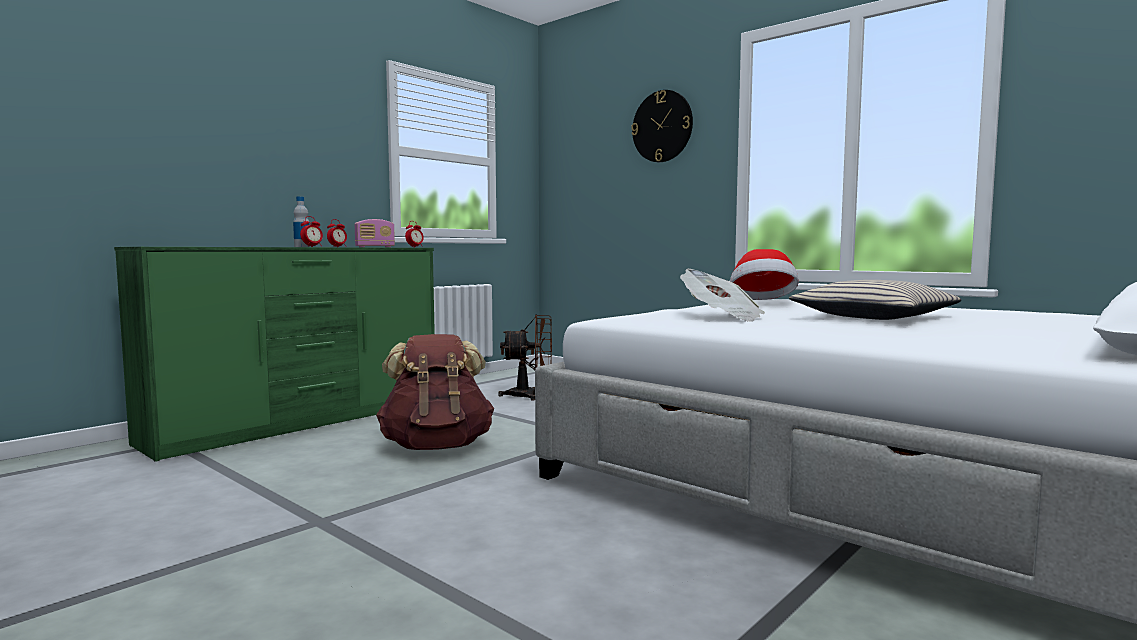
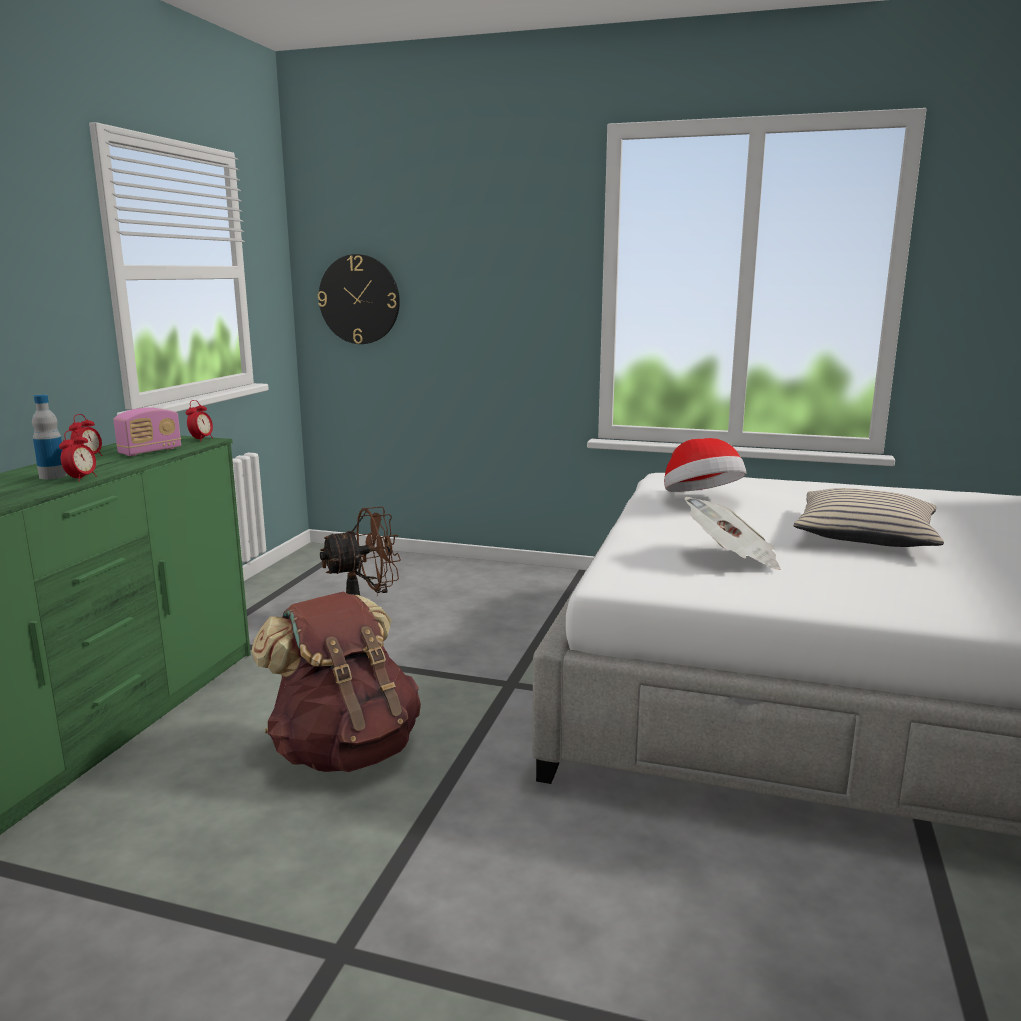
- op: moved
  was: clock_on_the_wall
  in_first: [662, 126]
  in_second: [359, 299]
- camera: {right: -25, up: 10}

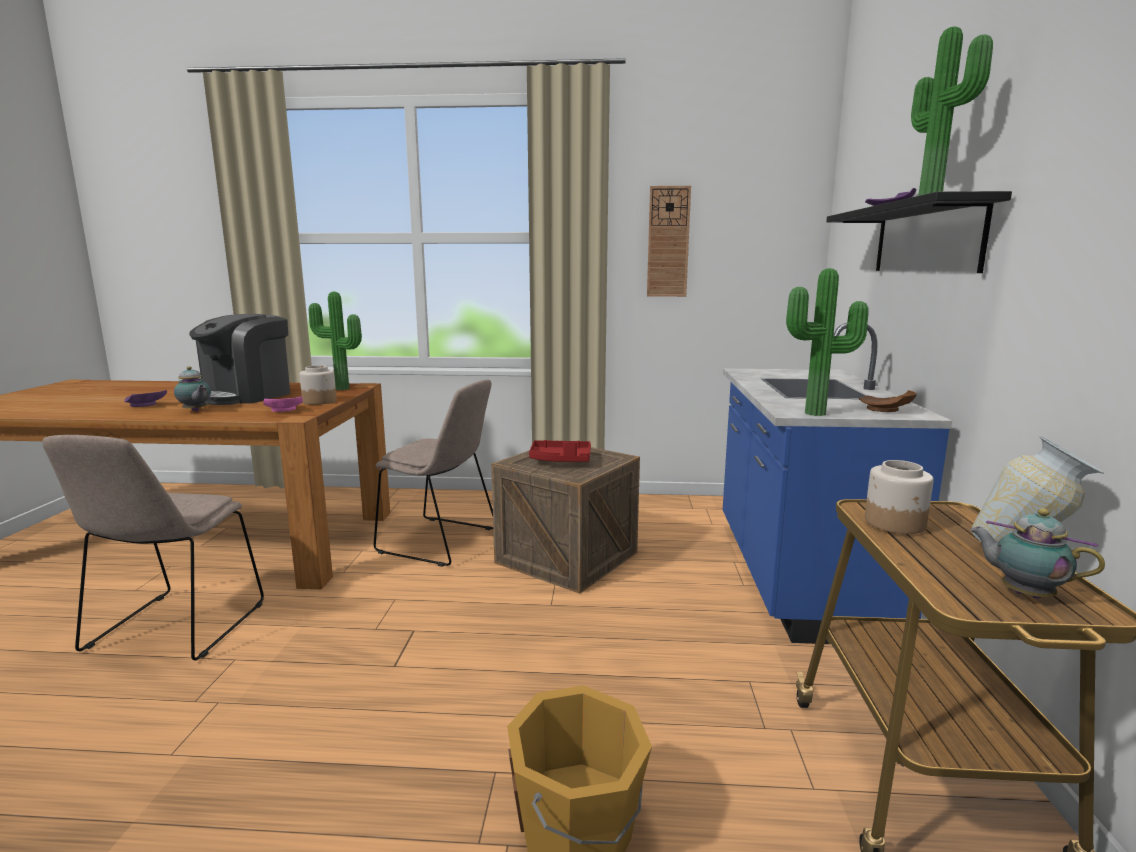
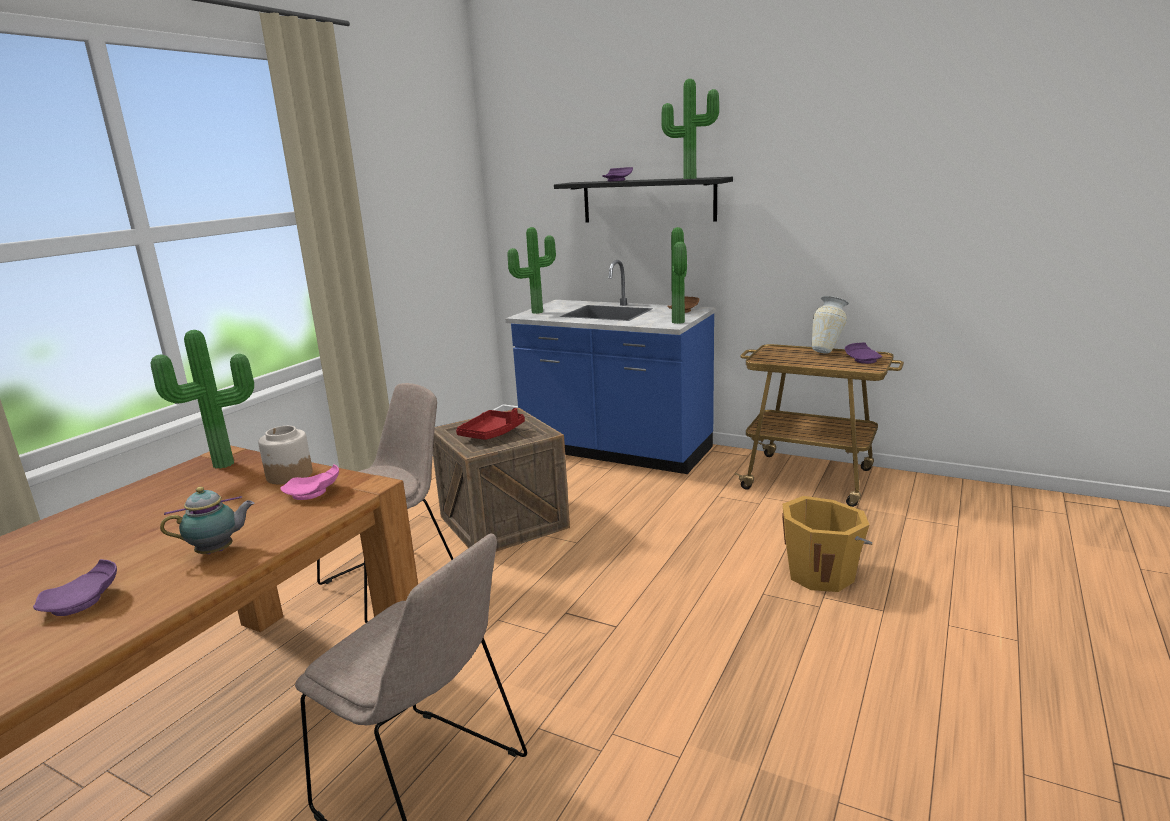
- op: removed
  was: coffee_maker
  in_first: [239, 359]
- op: removed
  was: clock_on_the_wall
  in_first: [669, 241]
- op: removed
  was: storage_jar
  in_first: [899, 497]
- op: replaced
  was: pot_for_tea
  now: purple_flat_dish
  in_first: [1037, 553]
  in_second: [864, 353]
- op: added
  now: potted_plant
  in_second: [532, 270]
- camera: {right: -65, up: 5}

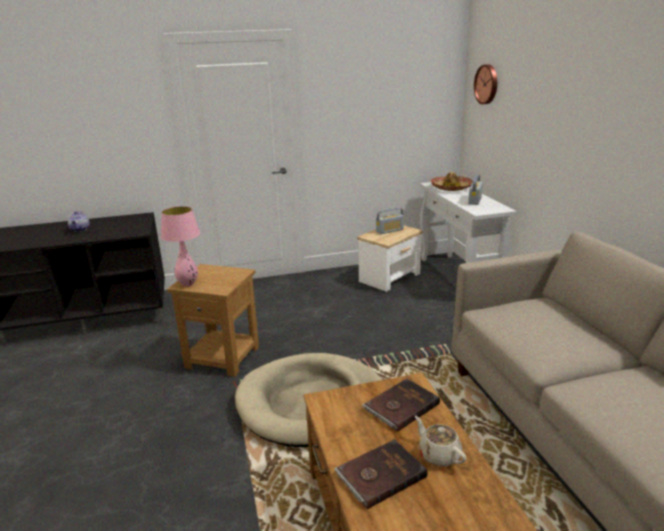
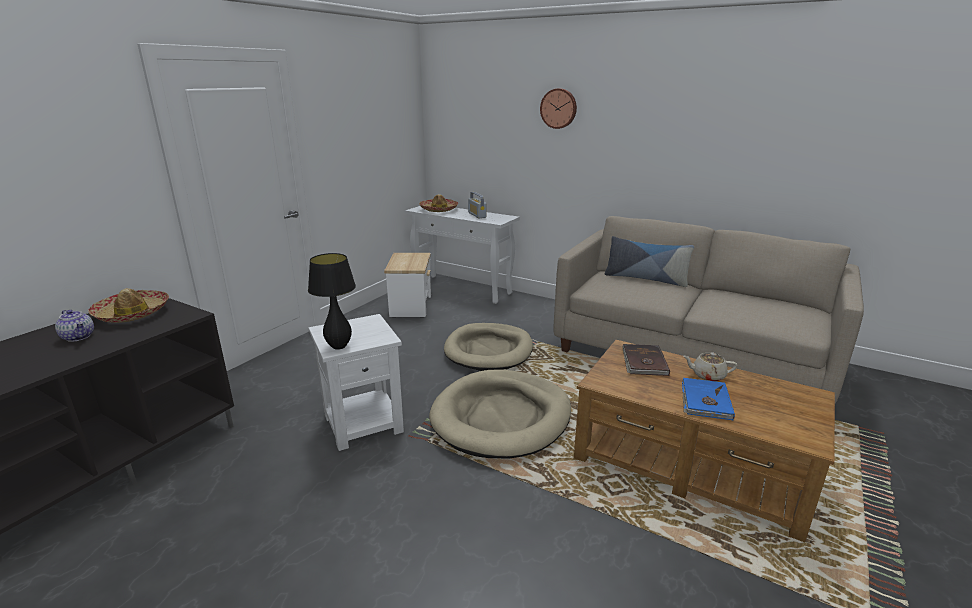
- op: recoloured
  was: pink-coloured_tabletop_lamp
  now: black-coloured_tabletop_lamp
  in_first: [180, 246]
  in_second: [332, 301]
- op: recoloured
  was: brownish_accent_table
  now: whitish_accent_table
  in_first: [213, 320]
  in_second: [356, 382]
- op: recoloured
  was: brownish_book
  now: bluish_book
  in_first: [381, 474]
  in_second: [708, 399]
- op: removed
  was: radio_receiver
  in_first: [390, 221]
- op: moved
  was: clock_on_the_wall
  in_first: [485, 84]
  in_second: [558, 108]
- op: added
  now: wearable_hat
  in_second: [128, 305]
- op: added
  now: sand-coloured_dog_cushion
  in_second: [488, 347]
- op: added
  now: cushion
  in_second: [649, 261]
- camera: {right: -45, up: 0}

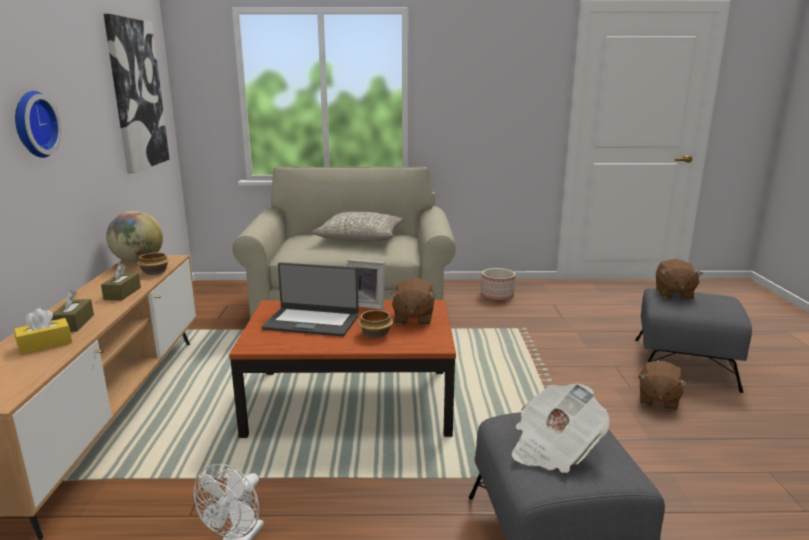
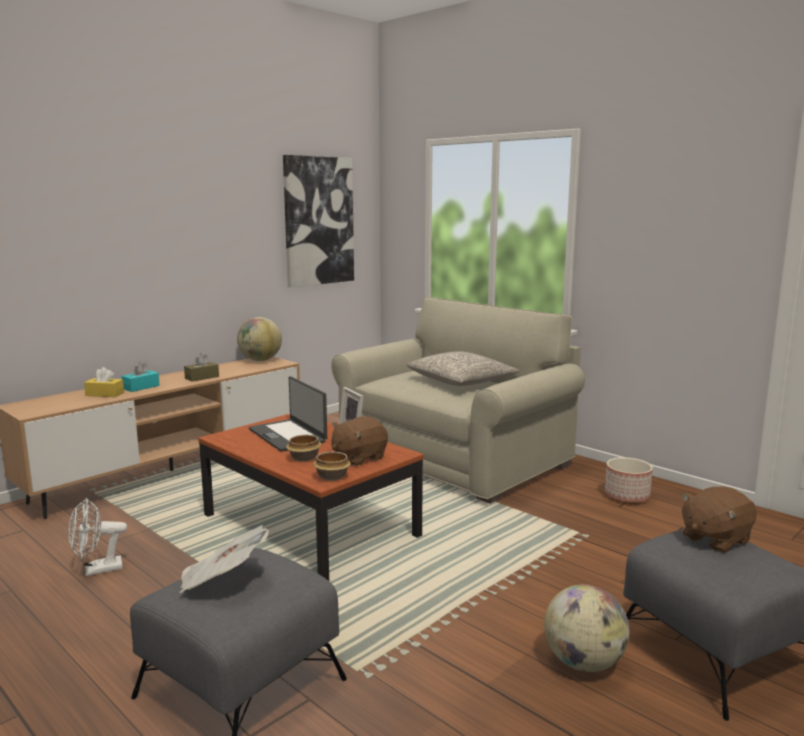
- op: removed
  was: clock_on_the_wall
  in_first: [38, 124]
- op: recoloured
  was: brownish_tissue_box
  now: turquoise-coloured_tissue_box
  in_first: [72, 311]
  in_second: [141, 377]
- op: moved
  was: bowl
  in_first: [153, 263]
  in_second: [332, 466]
- op: replaced
  was: brownish_plush_toy
  now: desk_globe
  in_first: [663, 386]
  in_second: [586, 628]
- camera: {right: 45, up: -5}

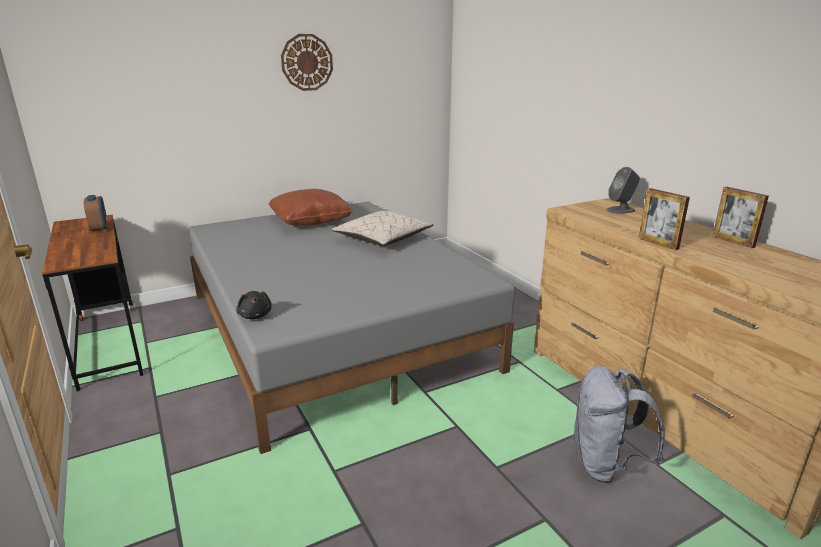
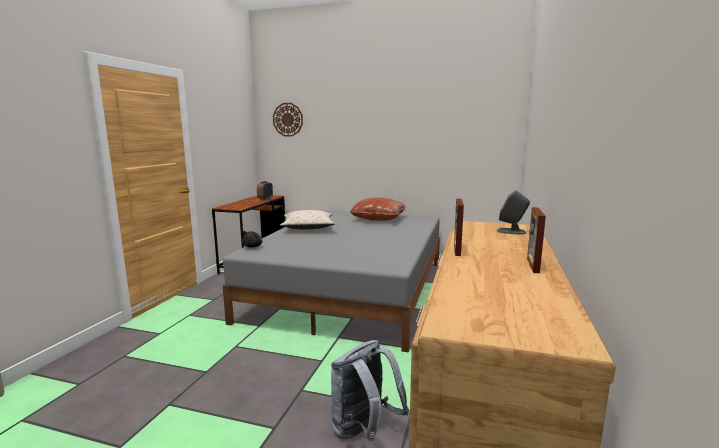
- op: moved
  was: clock_on_the_wall
  in_first: [307, 62]
  in_second: [288, 119]
- op: moved
  was: sand-coloured_cushion
  in_first: [382, 228]
  in_second: [307, 219]
- camera: {right: 45, up: -10}

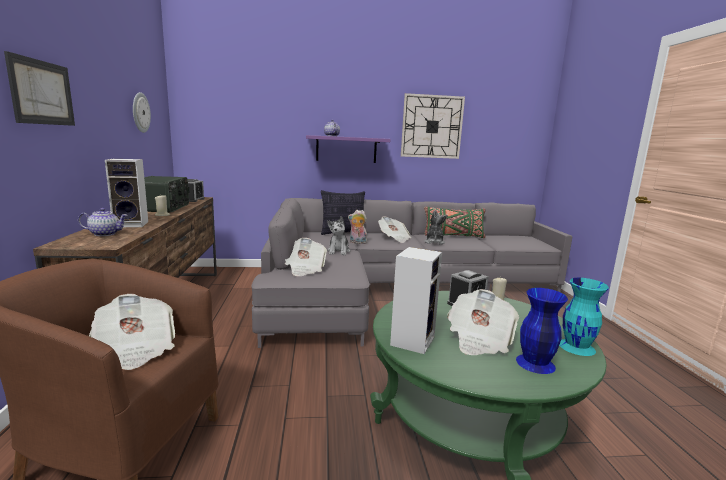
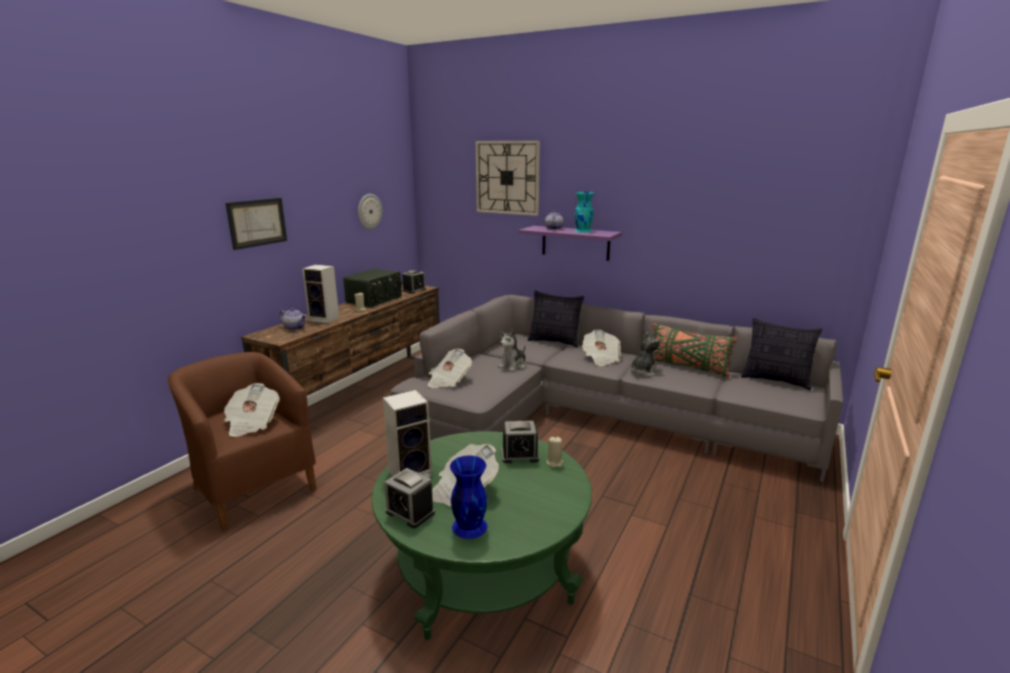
- op: removed
  was: plush_toy
  in_first: [357, 227]
- op: moved
  was: clock_on_the_wall
  in_first: [433, 126]
  in_second: [508, 178]
- op: moved
  was: turquoise-coloured_decorative_vase
  in_first: [584, 317]
  in_second: [584, 212]
- op: added
  now: alarm_clock
  in_second: [409, 498]
- op: added
  now: cushion
  in_second: [781, 354]
- camera: {right: 35, up: 5}

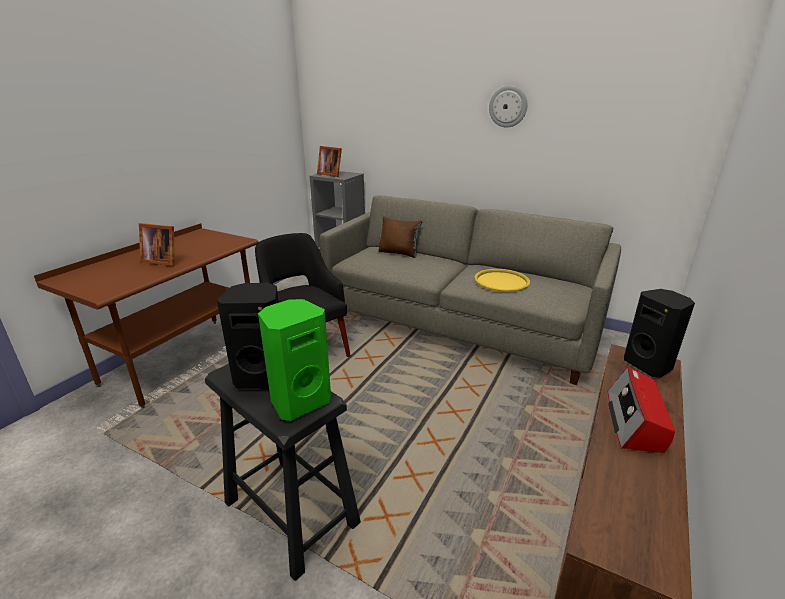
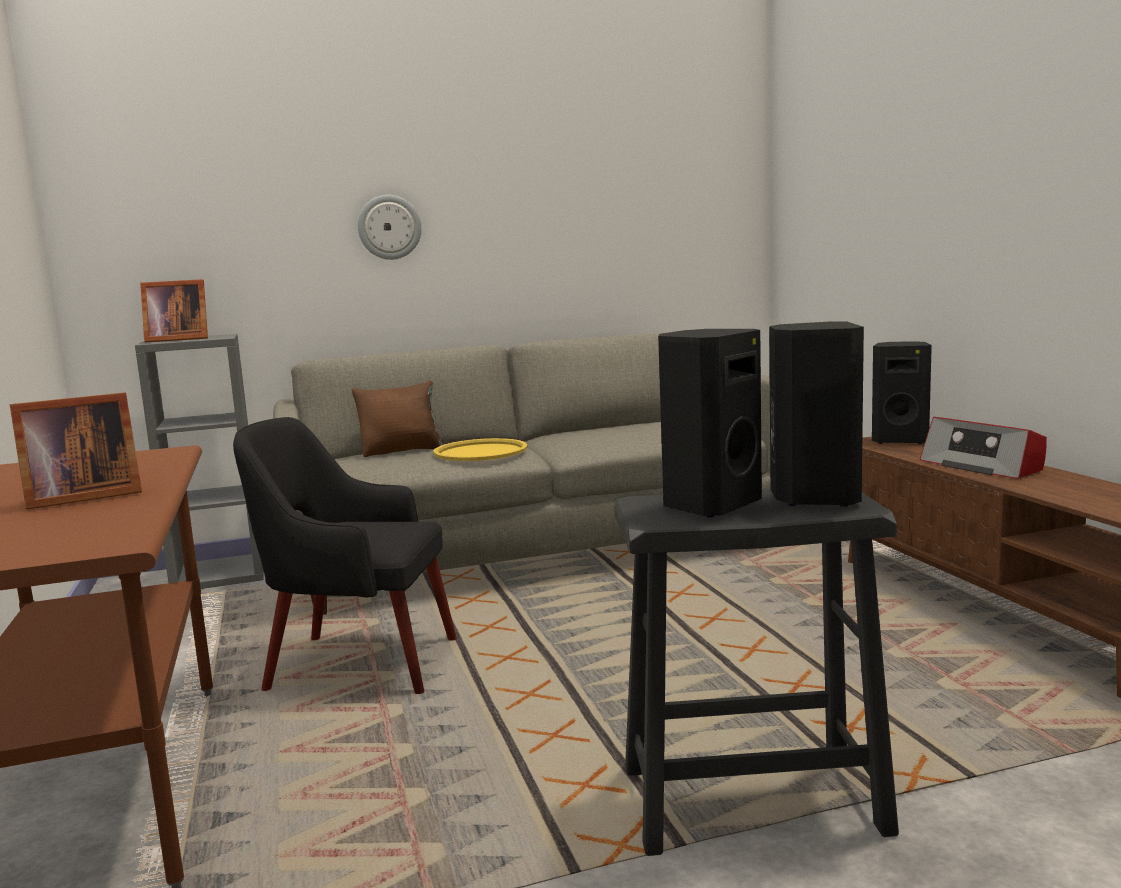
- op: recoloured
  was: green_audio_speaker
  now: black-coloured_audio_speaker
  in_first: [294, 360]
  in_second: [816, 414]
- op: moved
  was: yellowish_tray
  in_first: [502, 280]
  in_second: [480, 449]
- op: moved
  was: clock_on_the_wall
  in_first: [508, 106]
  in_second: [390, 227]
- camera: {right: -45, up: -15}

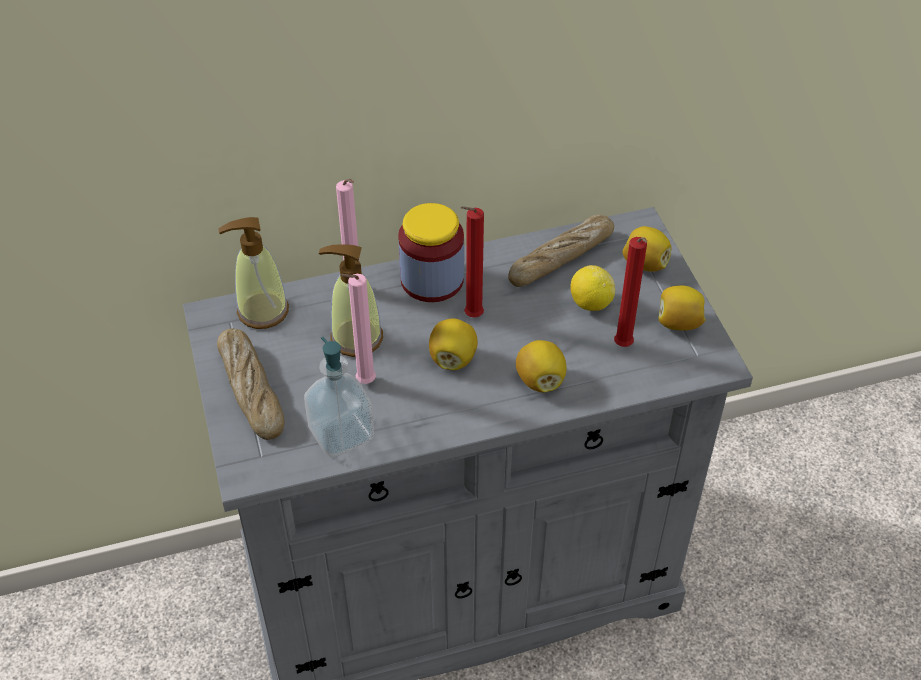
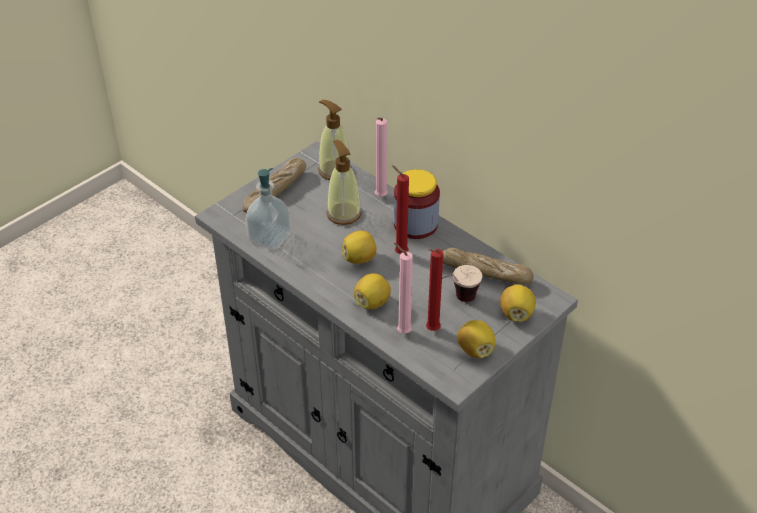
- op: moved
  was: pink-coloured_candle
  in_first: [358, 329]
  in_second: [403, 288]
- op: replaced
  was: lemon
  now: small_cup
  in_first: [592, 288]
  in_second: [462, 283]
- camera: {right: 60, up: -5}

